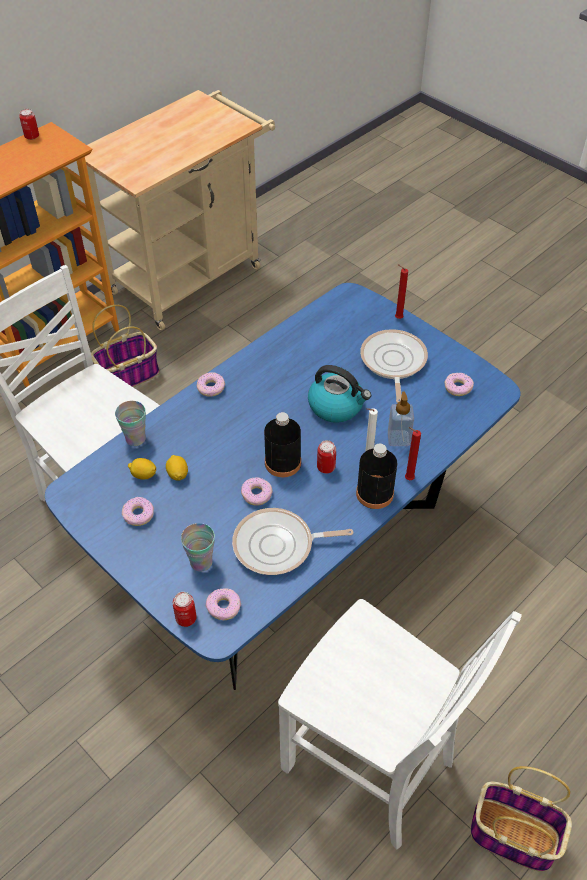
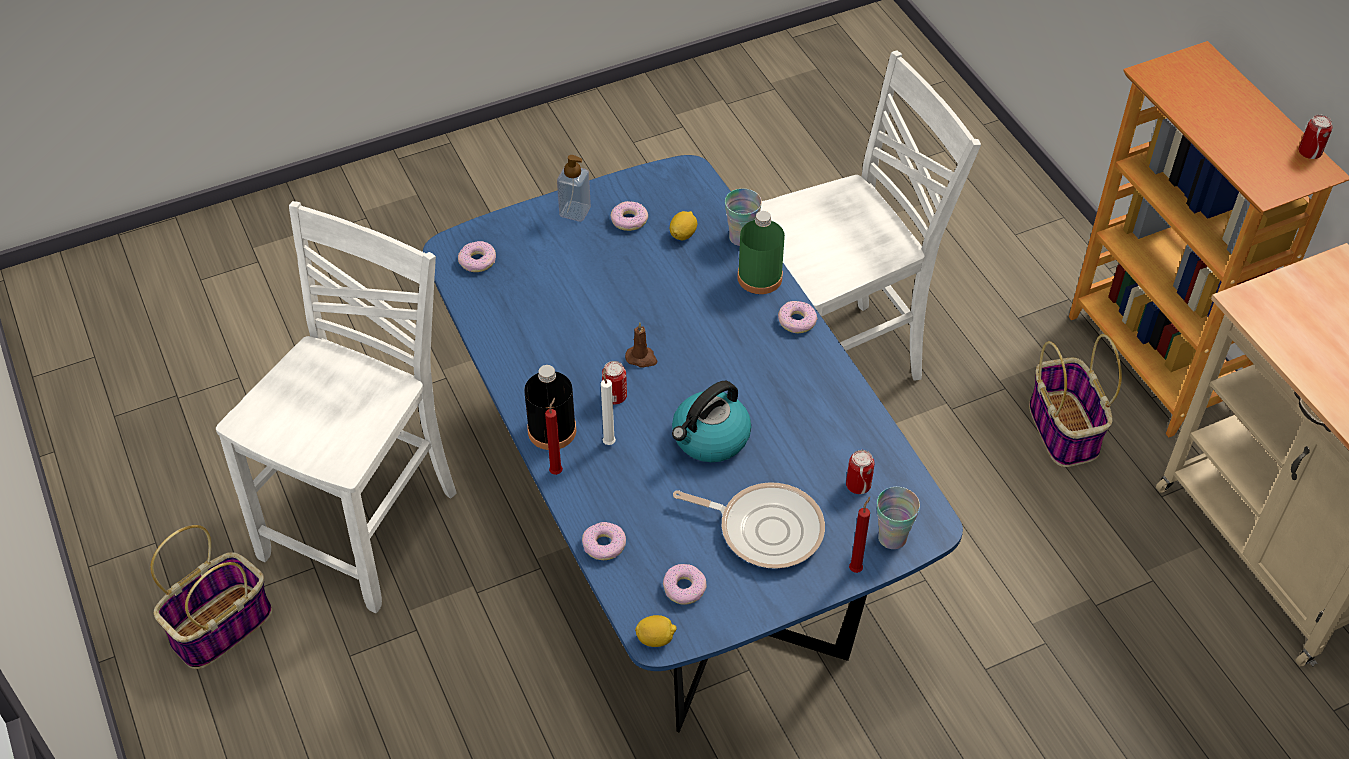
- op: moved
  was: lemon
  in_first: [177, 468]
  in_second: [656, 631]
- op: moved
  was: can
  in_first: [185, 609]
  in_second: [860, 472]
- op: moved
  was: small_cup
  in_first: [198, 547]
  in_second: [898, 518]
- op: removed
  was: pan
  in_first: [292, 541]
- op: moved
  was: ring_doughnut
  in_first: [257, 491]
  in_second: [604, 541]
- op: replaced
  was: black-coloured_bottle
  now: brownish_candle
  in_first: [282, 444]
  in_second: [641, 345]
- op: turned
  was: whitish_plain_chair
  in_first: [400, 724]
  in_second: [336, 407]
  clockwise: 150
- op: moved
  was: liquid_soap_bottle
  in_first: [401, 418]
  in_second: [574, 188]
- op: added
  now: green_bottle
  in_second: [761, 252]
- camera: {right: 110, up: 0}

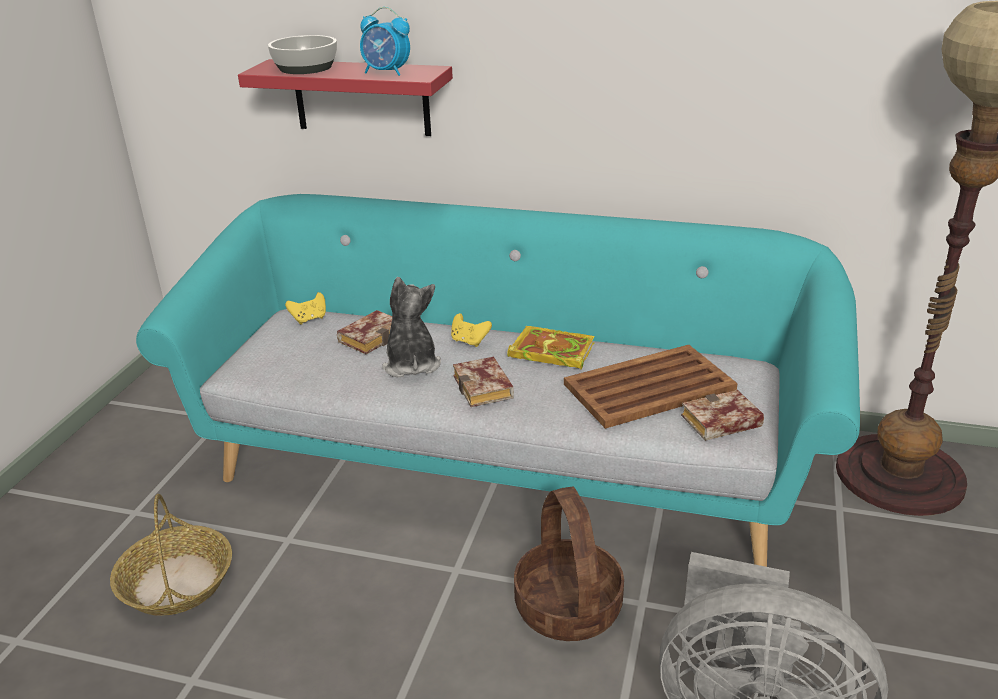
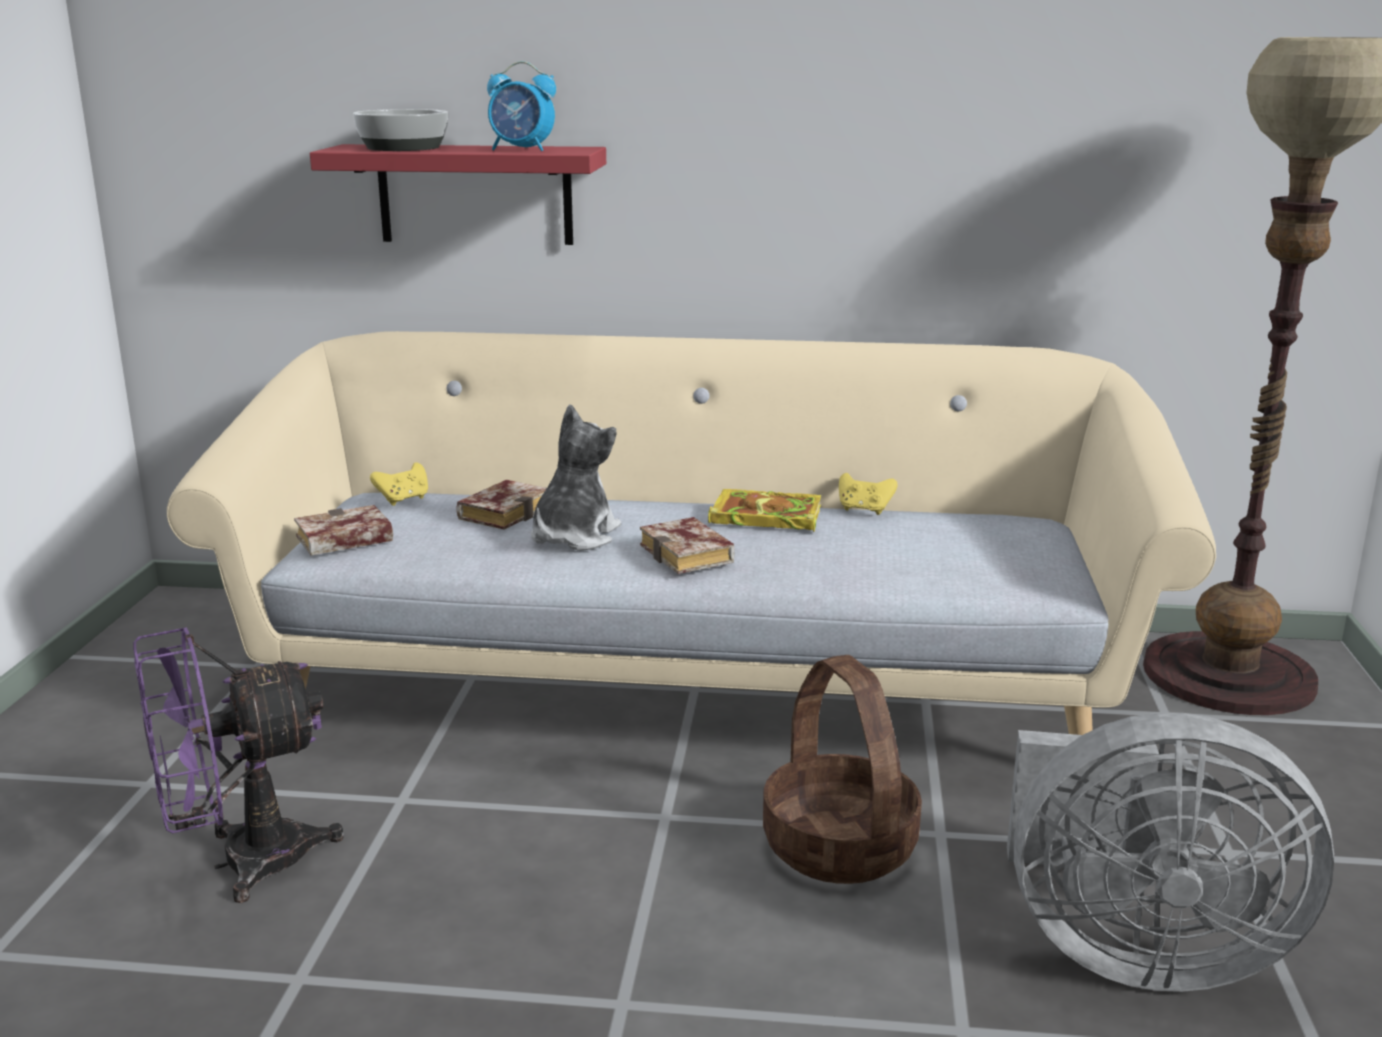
- op: replaced
  was: household_basket
  now: purple_cooling_fan
  in_first: [171, 555]
  in_second: [238, 765]
- op: recoloured
  was: turquoise-coloured_sofa
  now: sand-coloured_sofa
  in_first: [498, 380]
  in_second: [691, 533]
- op: turned
  was: plush_toy
  in_first: [411, 327]
  in_second: [576, 477]
  clockwise: 45
- op: moved
  was: yellowish_gamepad
  in_first: [471, 330]
  in_second: [868, 494]
- op: removed
  was: brownish_tray
  in_first: [651, 387]
- op: moved
  was: book
  in_first: [722, 415]
  in_second: [343, 530]
- camera: {right: -10, up: -10}

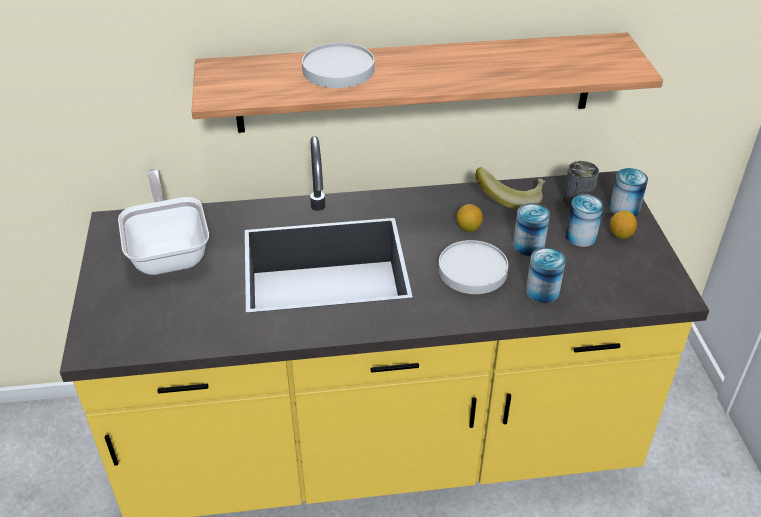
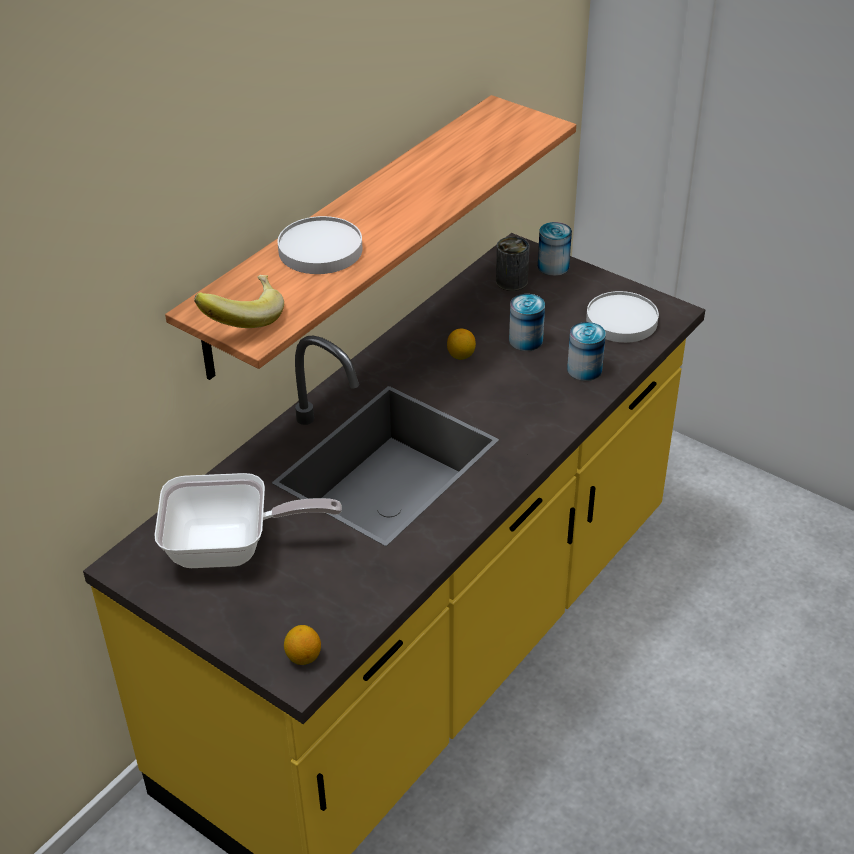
- op: turned
  was: pan
  in_first: [163, 222]
  in_second: [248, 520]
  clockwise: 150
- op: moved
  was: whitish_flat_dish
  in_first: [473, 267]
  in_second: [622, 317]
- op: moved
  was: banana_fruit
  in_first: [510, 188]
  in_second: [239, 301]
- op: removed
  was: can
  in_first: [584, 220]
- op: moved
  was: lemon
  in_first: [623, 225]
  in_second: [302, 645]
- camera: {right: -45, up: 0}

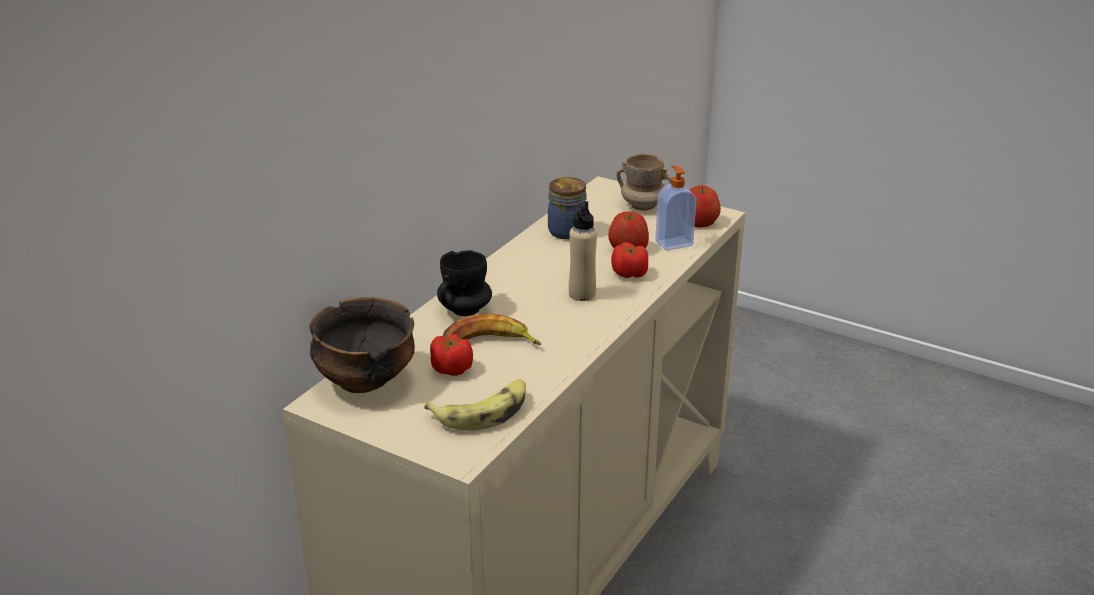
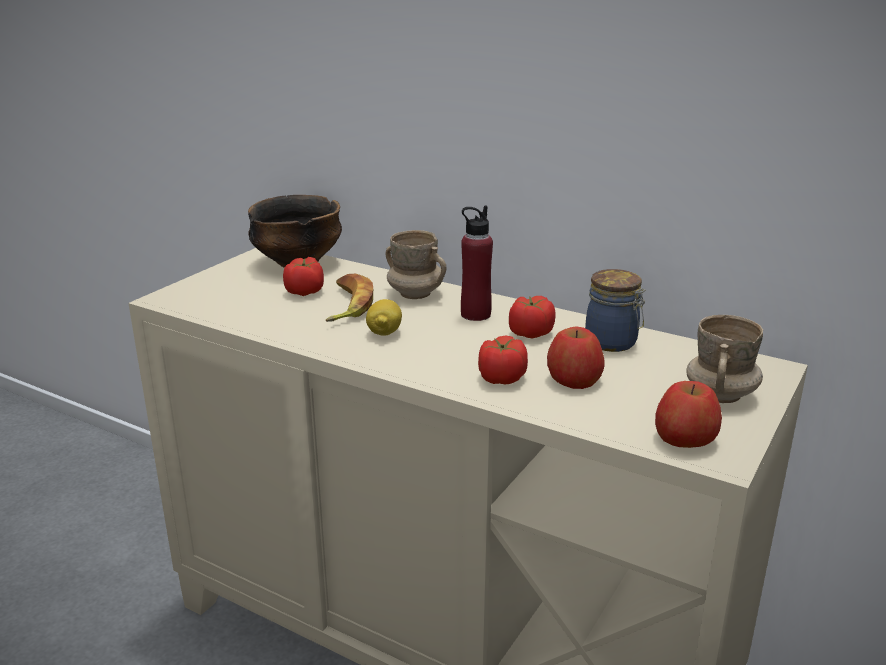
- op: removed
  was: banana_fruit
  in_first: [475, 404]
- op: recoloured
  was: black-coloured_coffee_mug
  now: sand-coloured_coffee_mug
  in_first: [464, 283]
  in_second: [416, 264]
- op: removed
  was: sand-coloured_bottle
  in_first: [583, 251]
- op: removed
  was: liquid_soap_bottle
  in_first: [675, 208]
- op: added
  now: lemon
  in_second: [384, 317]
- op: added
  now: red_bottle
  in_second: [477, 263]
- op: added
  now: whole_tomato
  in_second: [532, 317]
- camera: {right: 90, up: -5}

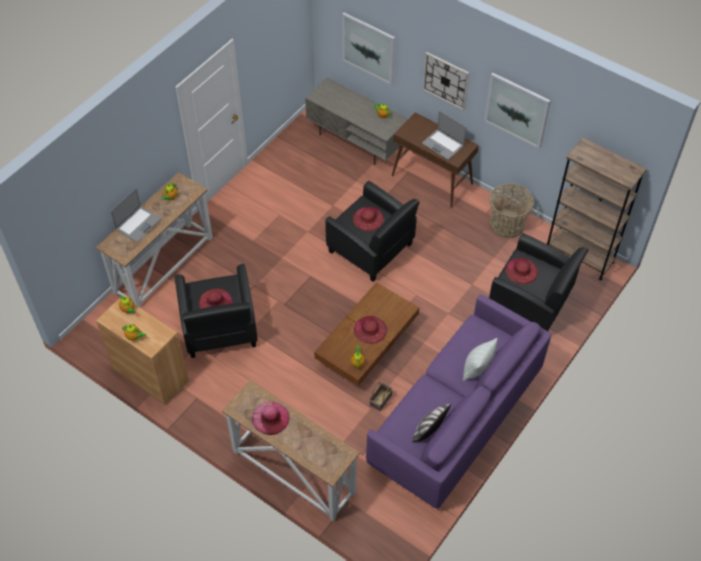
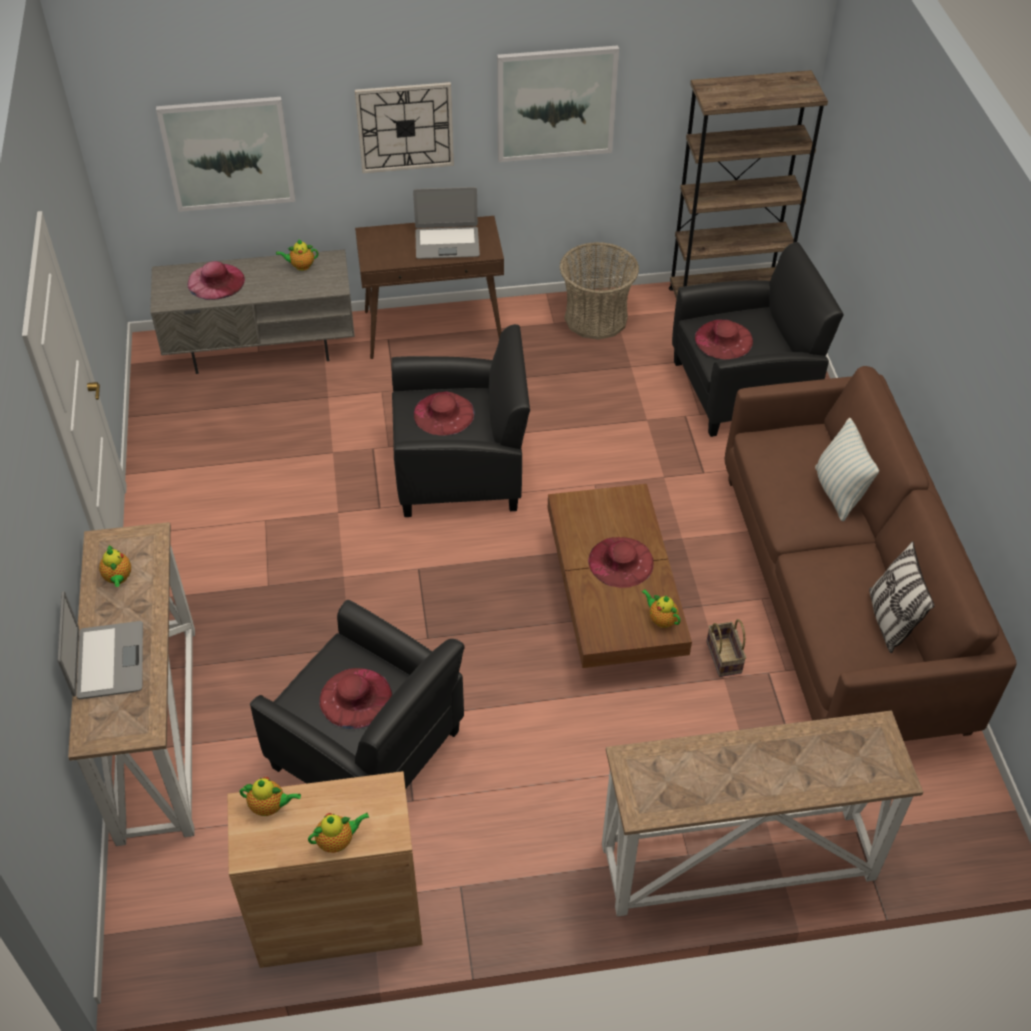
- op: moved
  was: pink-coloured_wearable_hat
  in_first: [270, 418]
  in_second: [216, 280]
- op: recoloured
  was: purple_sofa
  now: brownish_sofa
  in_first: [458, 401]
  in_second: [871, 553]
- camera: {right: -45, up: -5}

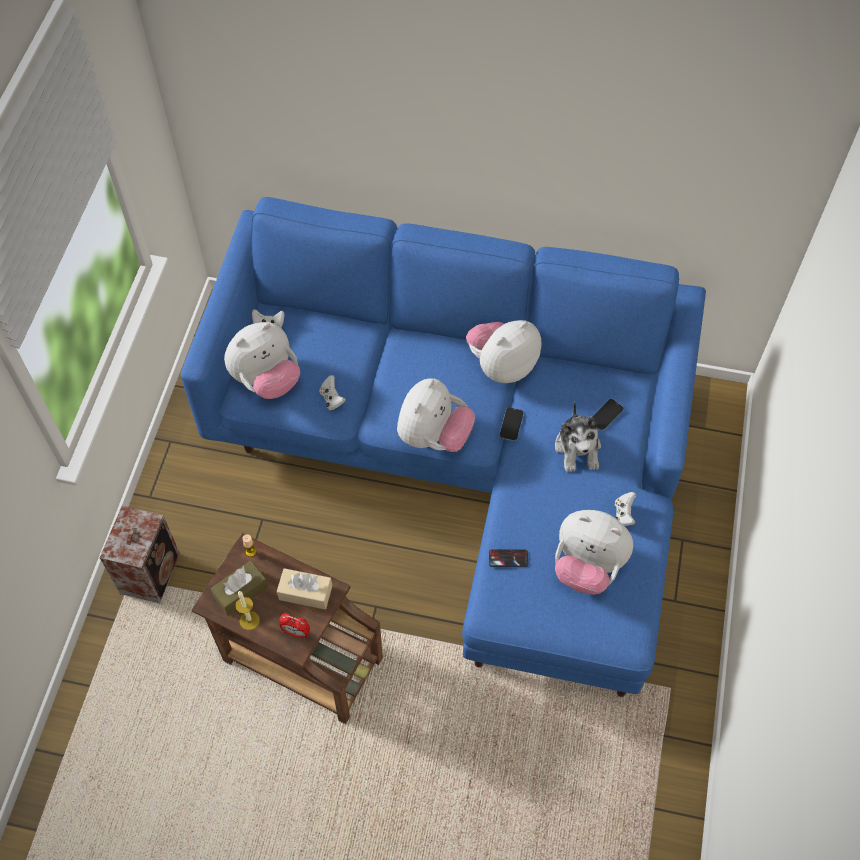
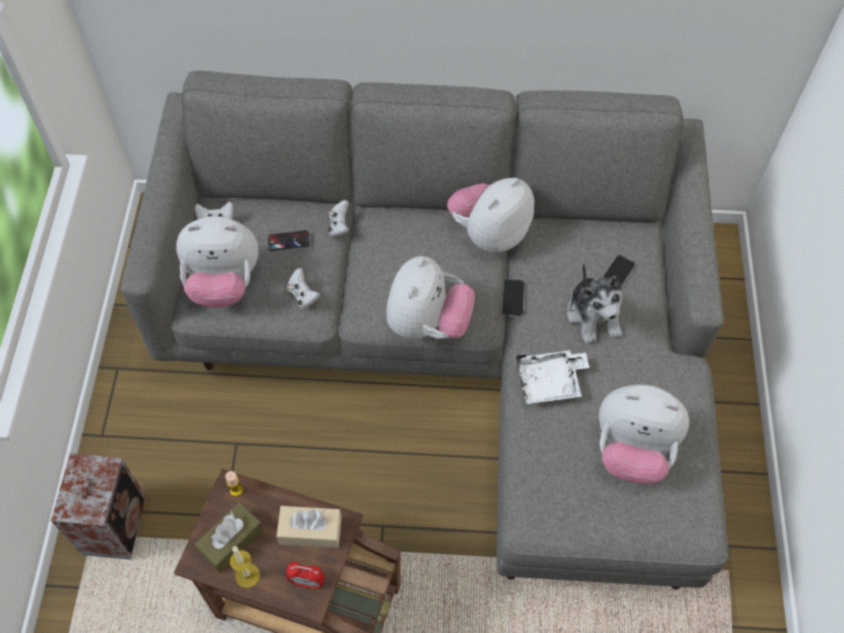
- op: recoloured
  was: bluish_sofa
  now: gray_sofa
  in_first: [443, 447]
  in_second: [424, 330]
- op: turned
  was: plush_toy
  in_first: [262, 360]
  in_second: [217, 262]
  clockwise: 45
- op: moved
  was: phone
  in_first: [508, 558]
  in_second: [289, 240]
- op: moved
  was: whitish_gamepad
  in_first: [625, 509]
  in_second: [338, 218]
- op: added
  now: whitish_tray
  in_second: [553, 377]
- camera: {right: -10, up: 0}

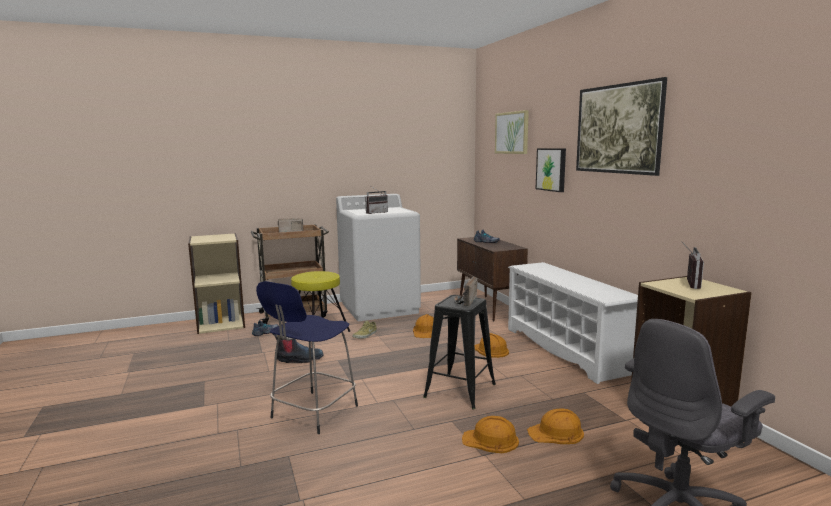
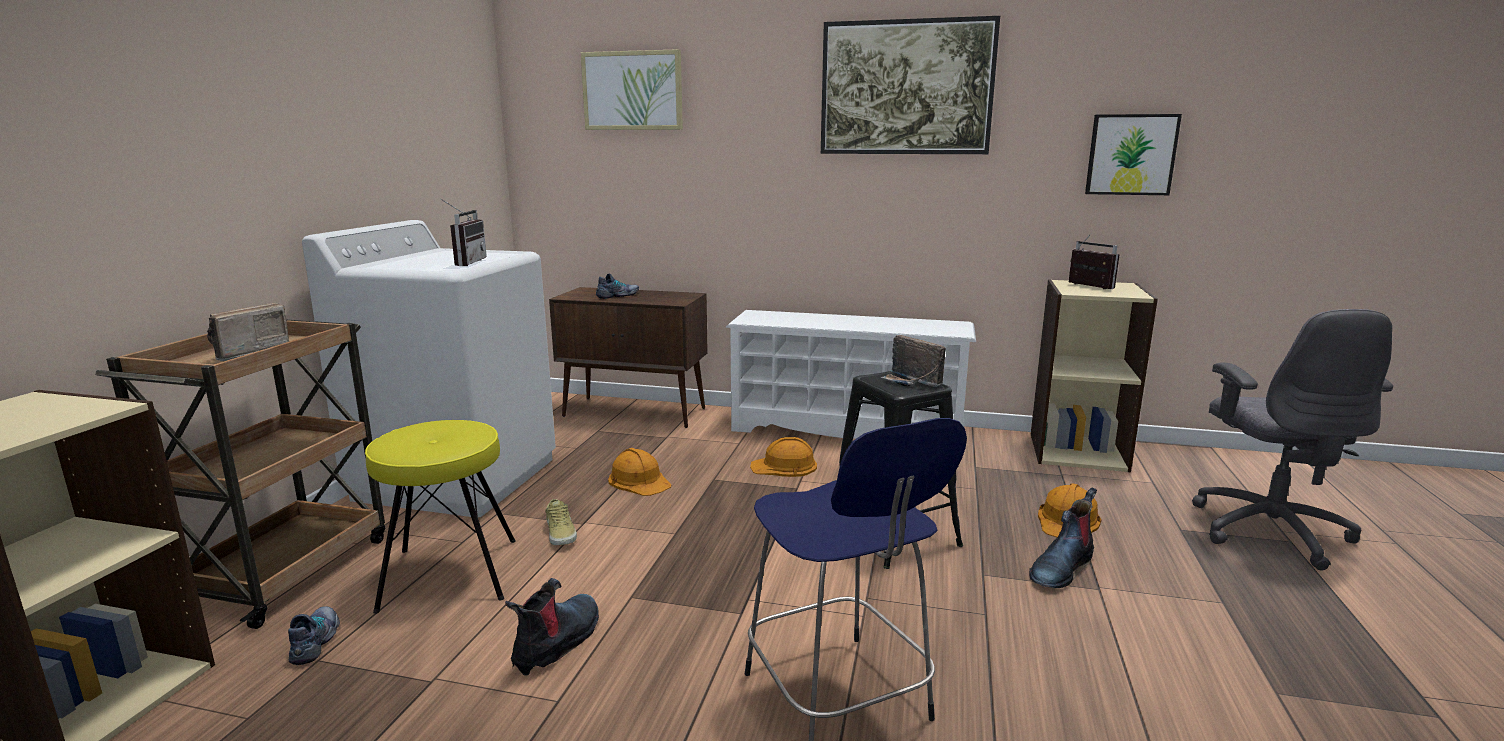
- op: replaced
  was: orangey_hard_hat
  now: tall_boot
  in_first: [490, 434]
  in_second: [1063, 538]
- op: moved
  was: wall_picture
  in_first: [551, 170]
  in_second: [1133, 154]
- camera: {right: -55, up: 5}

